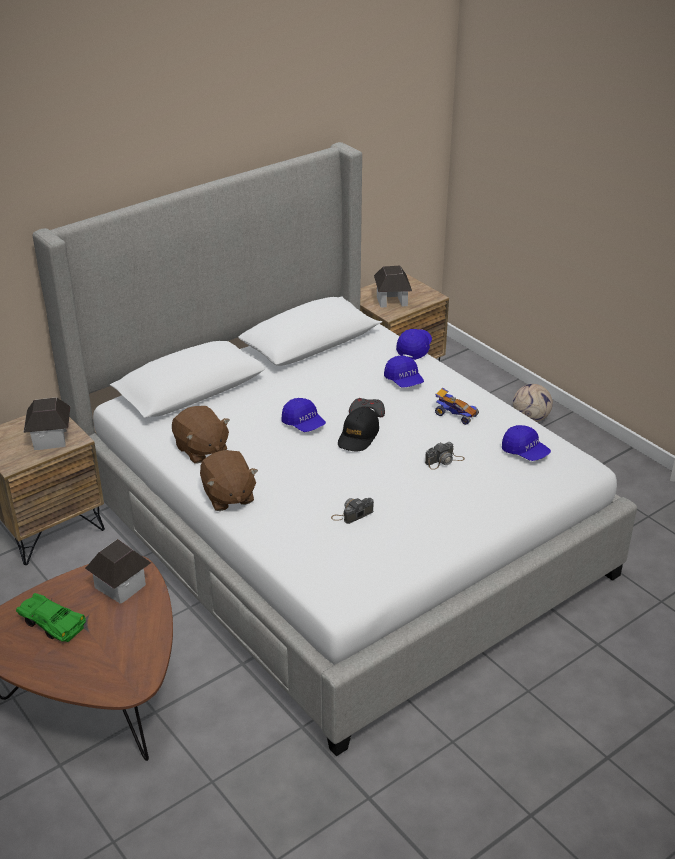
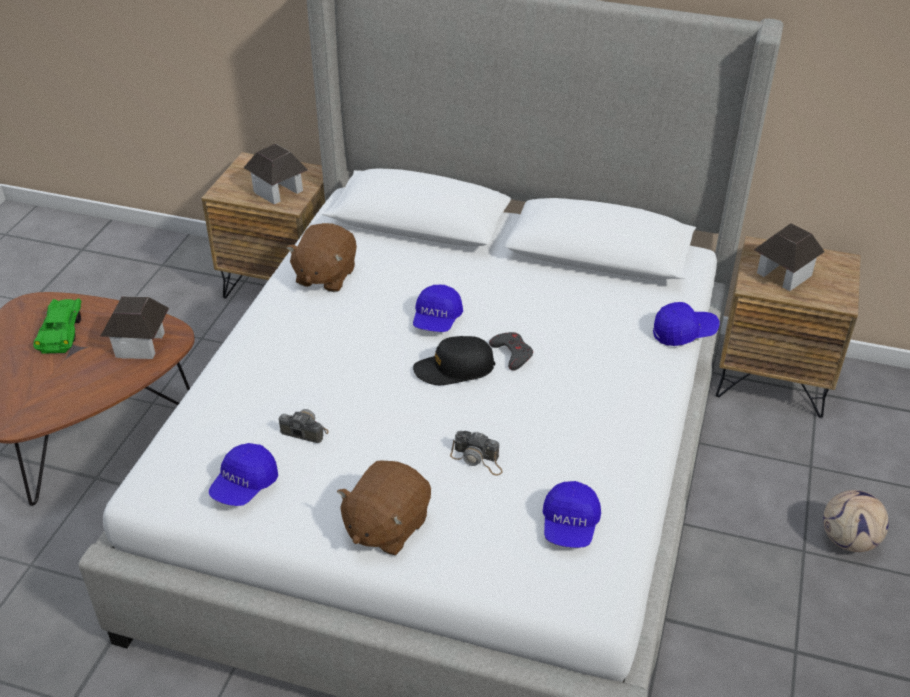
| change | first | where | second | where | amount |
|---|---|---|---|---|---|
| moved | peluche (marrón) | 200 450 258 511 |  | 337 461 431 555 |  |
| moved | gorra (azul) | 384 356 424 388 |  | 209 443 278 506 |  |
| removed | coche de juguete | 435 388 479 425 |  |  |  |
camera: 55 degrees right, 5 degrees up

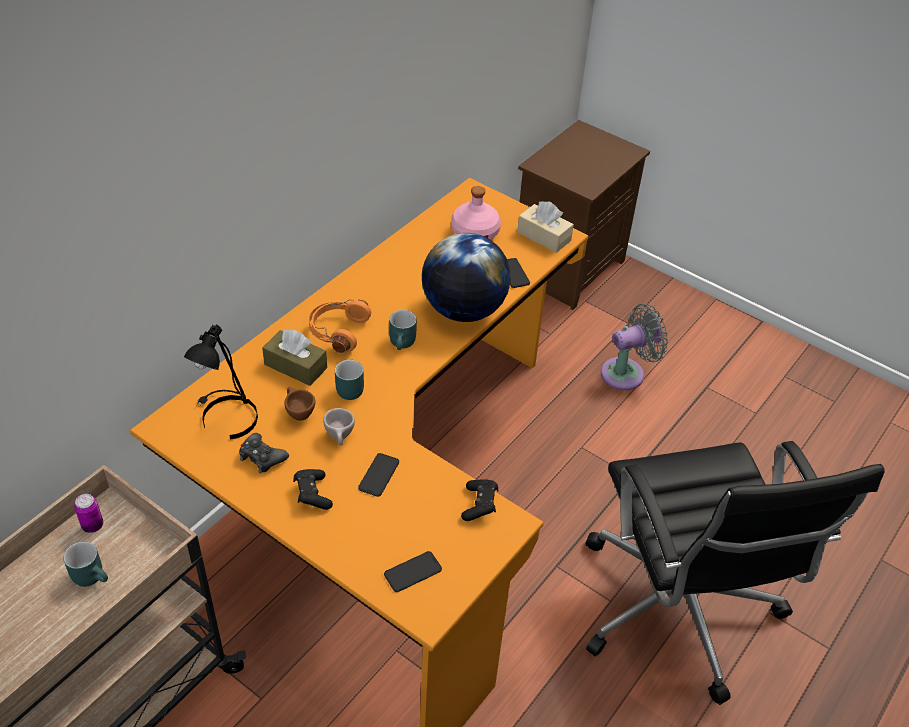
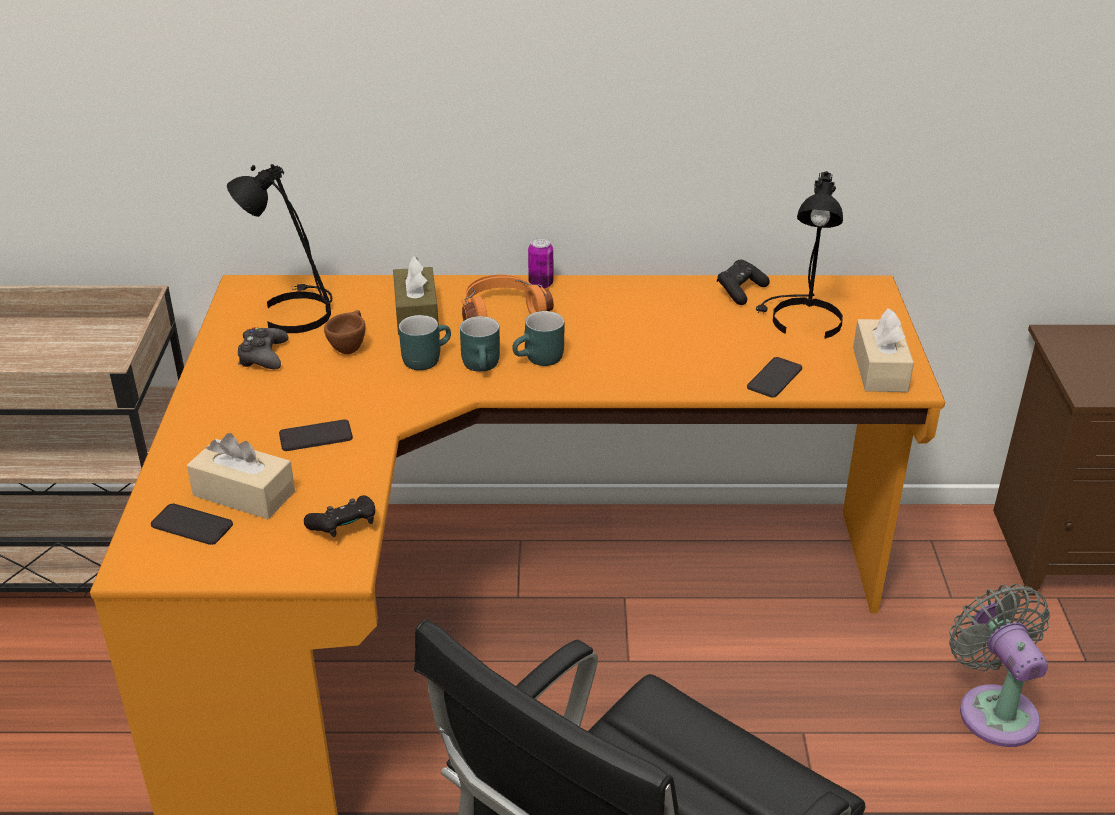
| change | first | where | second | where | amount |
|---|---|---|---|---|---|
| moved | taza grande (turquesa) | 63 541 108 587 |  | 460 316 500 372 |  |
| moved | lata | 74 494 103 533 |  | 528 238 553 288 |  |
| moved | mando de consola (negro) | 293 469 333 510 |  | 717 260 770 305 |  |
| removed | taza (beis) | 323 408 355 445 |  |  |  |
| removed | globo terráqueo | 422 233 511 322 |  |  |  |
| replaced | botella (rosa) | 451 186 501 240 | lámpara de mesa (negro) | 756 171 843 339 |  |
| turned | ventilador (gris) | 601 304 668 390 |  | 949 584 1050 747 | 135 degrees counterclockwise |
| added |  |  | caja de pañuelos (beis) | 187 433 295 519 |  |
camera: 55 degrees right, 10 degrees down

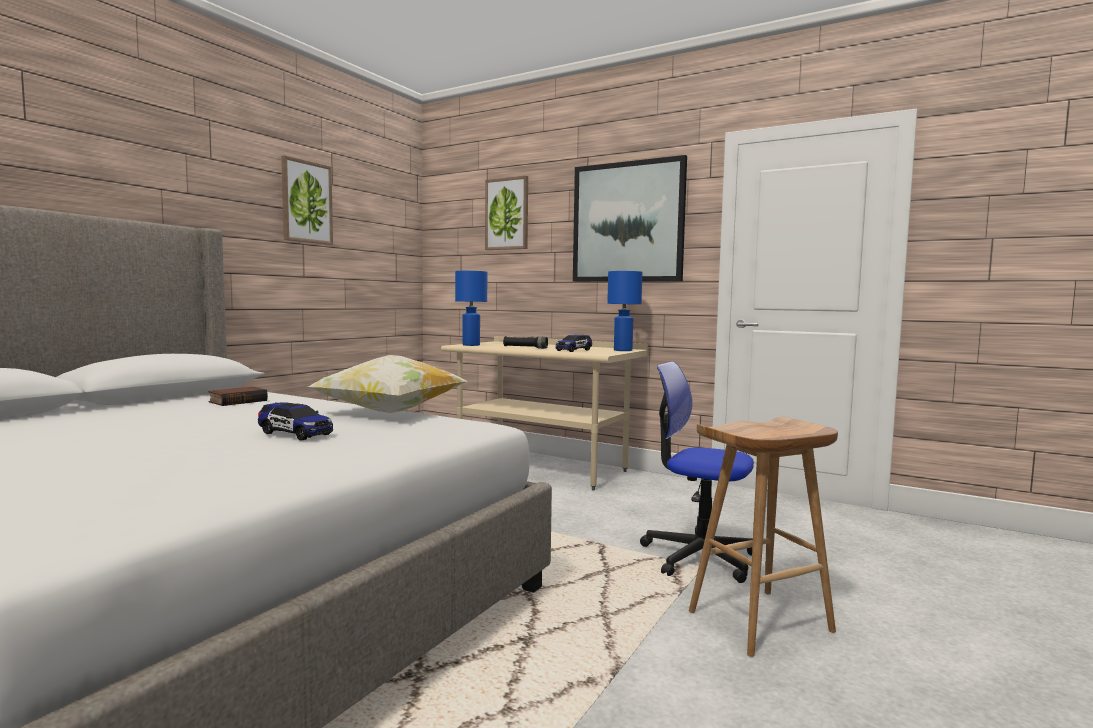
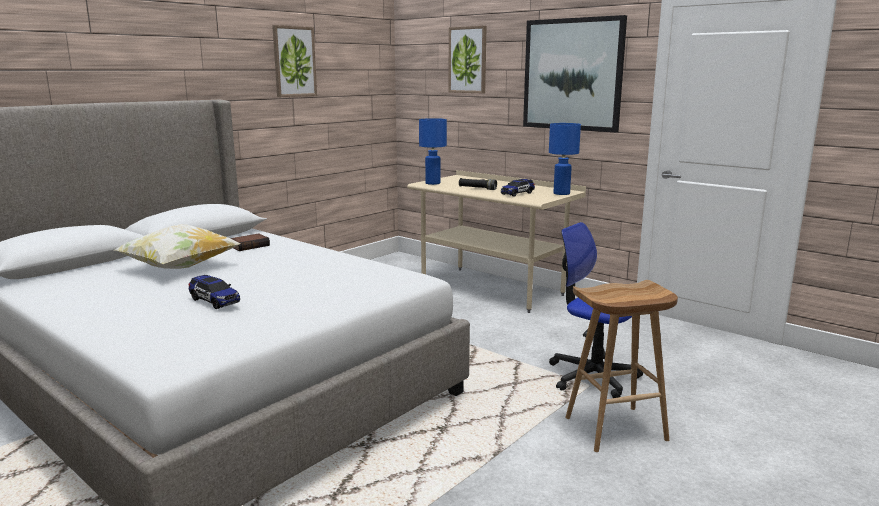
| change | first | where | second | where | amount |
|---|---|---|---|---|---|
| moved | coche de juguete | 258 402 333 440 |  | 189 275 240 309 |  |
| moved | cojín | 308 355 467 413 |  | 115 224 241 269 |  |
camera: 10 degrees right, 10 degrees up

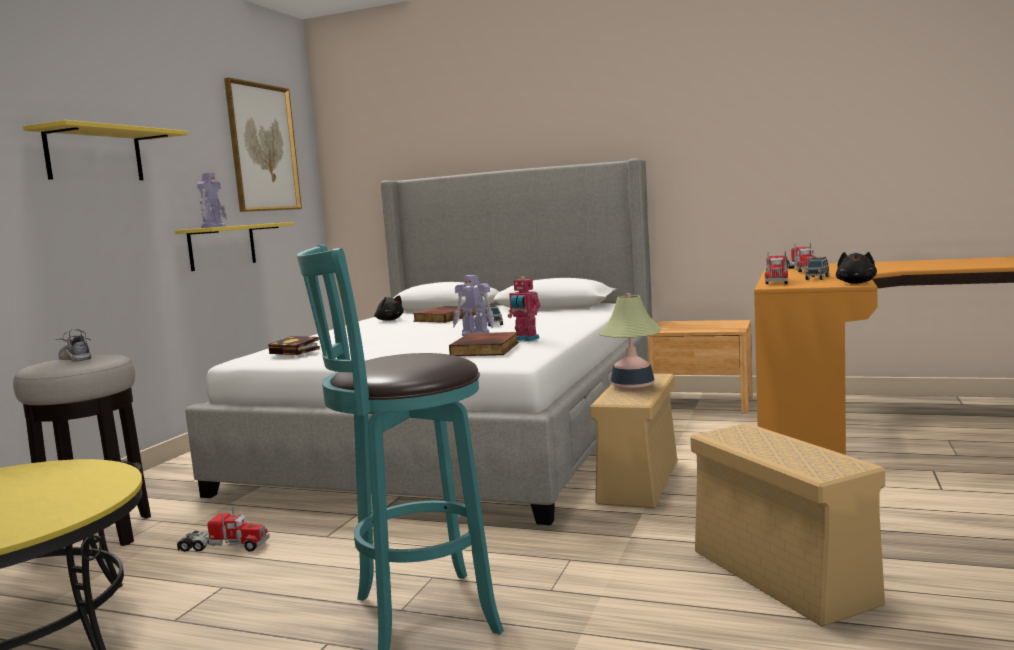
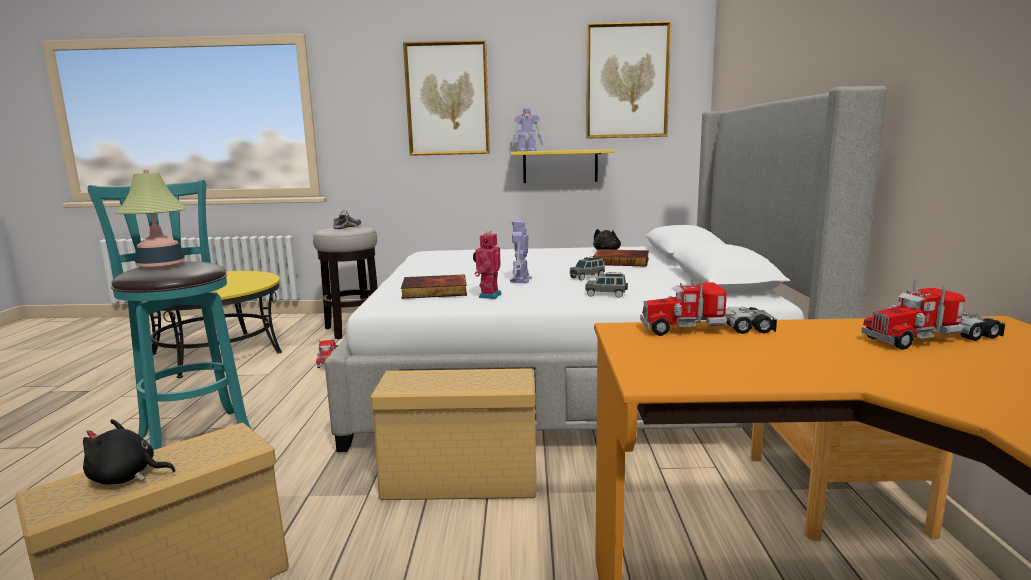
| change | first | where | second | where | amount |
|---|---|---|---|---|---|
| replaced | estante (amarillo) | 23 120 188 180 | cuadro | 403 40 490 156 |  |
| removed | libro | 268 336 320 355 |  |  |  |
| moved | lámpara de mesa | 598 293 662 390 |  | 116 170 186 270 |  |
| moved | coche de juguete (gris) | 805 257 829 280 |  | 585 272 628 298 |  |
| moved | peluche (negro) | 836 252 877 284 |  | 83 419 176 485 |  |
camera: 70 degrees right, 5 degrees up

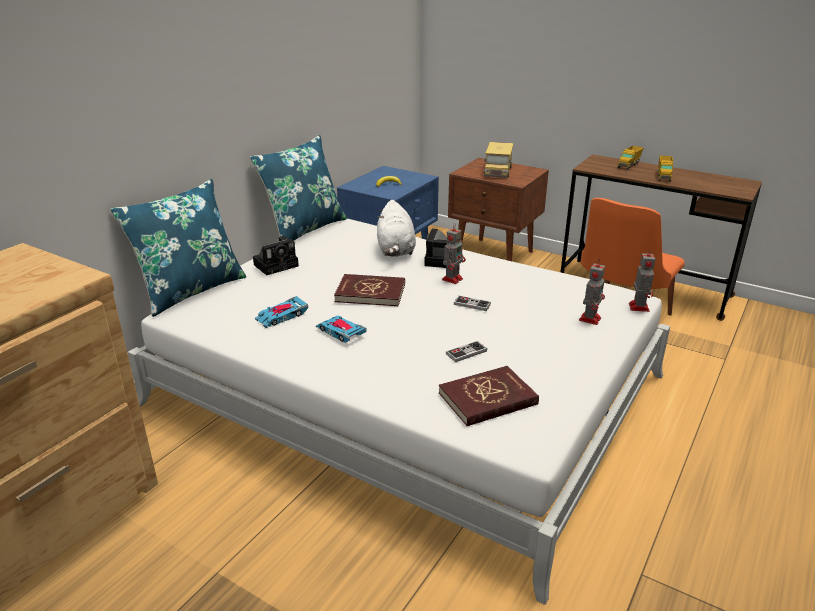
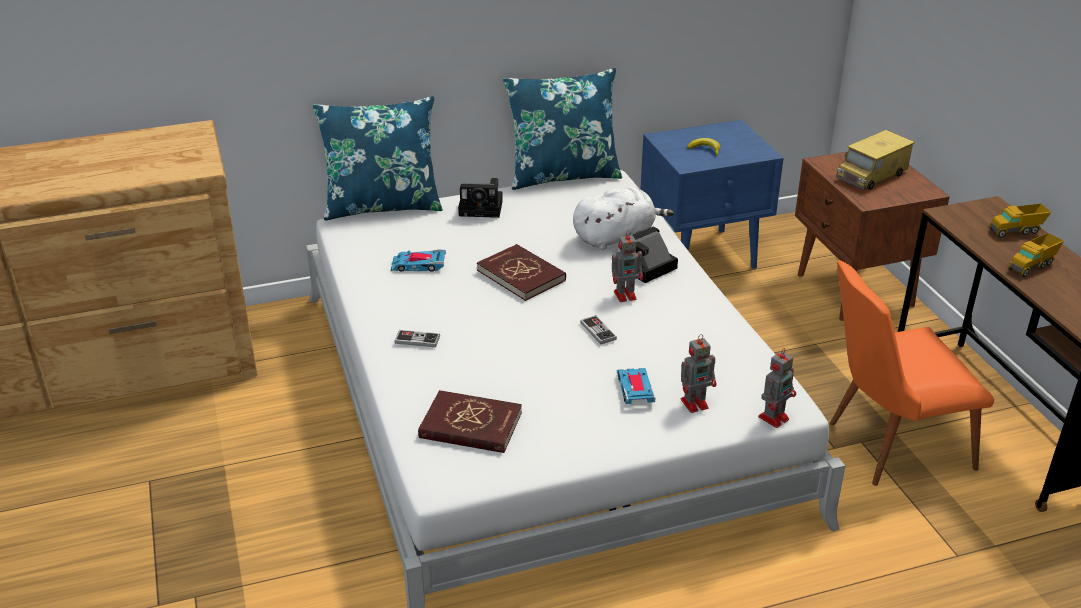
| change | first | where | second | where | amount |
|---|---|---|---|---|---|
| moved | coche de juguete | 316 316 367 343 |  | 617 368 656 404 |  |
| turned | peluche (blanco) | 377 200 416 257 |  | 573 187 674 250 | 150 degrees counterclockwise |
| moved | mando de consola | 446 341 487 362 |  | 394 330 440 347 |  |
camera: 40 degrees right, 5 degrees up

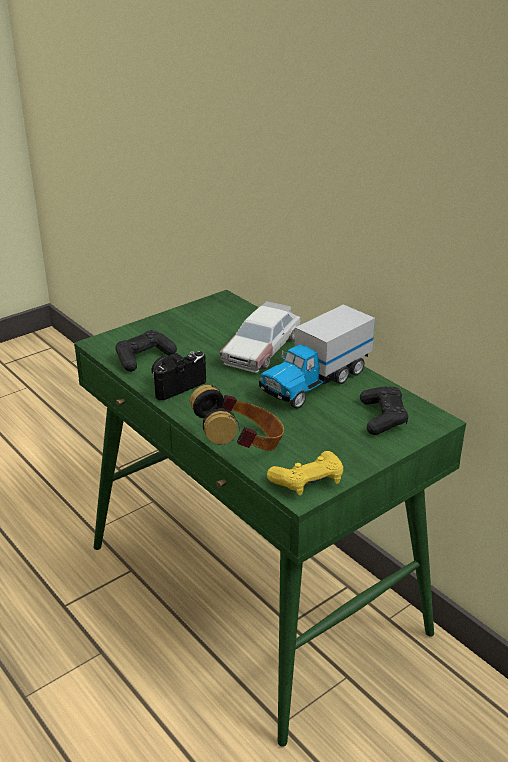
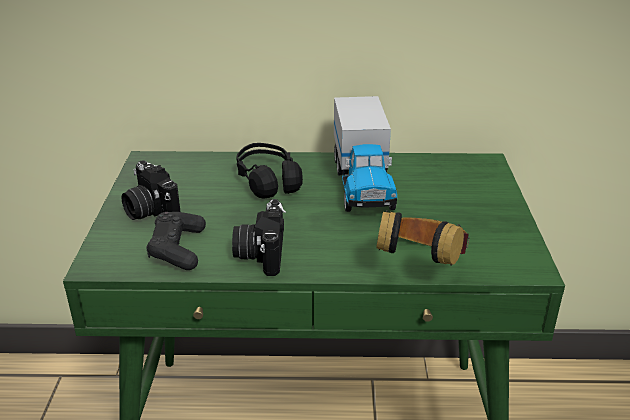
| change | first | where | second | where | amount |
|---|---|---|---|---|---|
| replaced | coche de juguete | 219 301 300 373 | auriculares (negro) | 236 143 303 198 |  |
| removed | mando de consola (amarillo) | 267 451 343 495 |  |  |  |
| removed | mando de consola (negro) | 360 387 409 435 |  |  |  |
| added |  |  | cámara | 121 160 181 220 |  |
camera: 50 degrees left, 0 degrees up

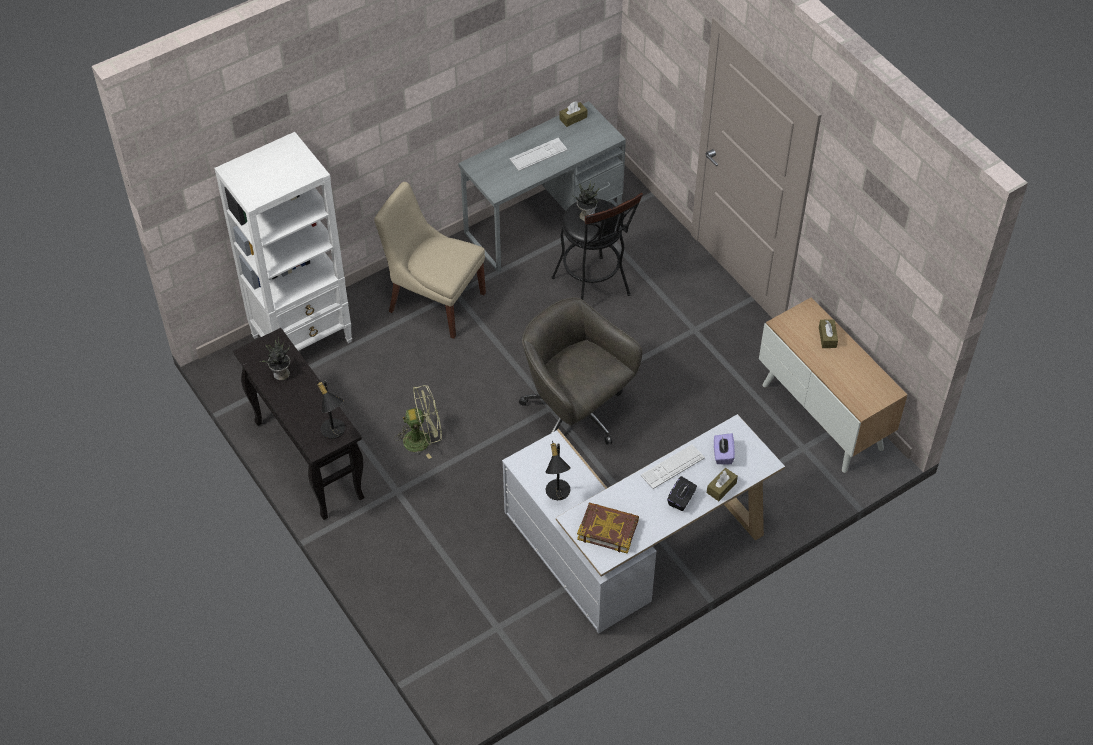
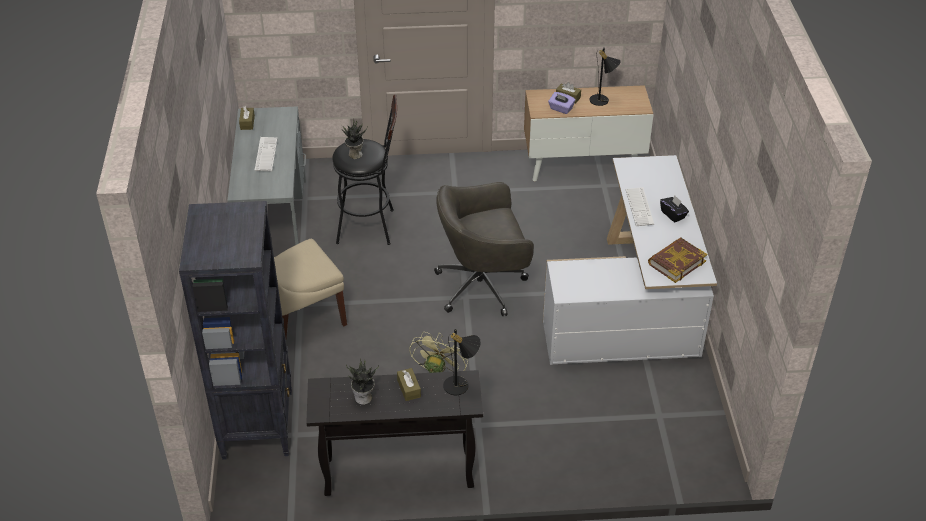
| change | first | where | second | where | amount |
|---|---|---|---|---|---|
| recoloured | estantería (blanco) | 214 132 352 351 | estantería (negro) | 179 201 292 460 |  |
| moved | lámpara de mesa (negro) | 546 443 571 500 |  | 590 47 621 106 |  |
| moved | caja de pañuelos (marrón) | 707 468 738 501 |  | 397 368 421 401 |  |
| moved | caja de pañuelos (morado) | 714 433 735 464 |  | 548 92 575 114 |  |
camera: 60 degrees left, 10 degrees down

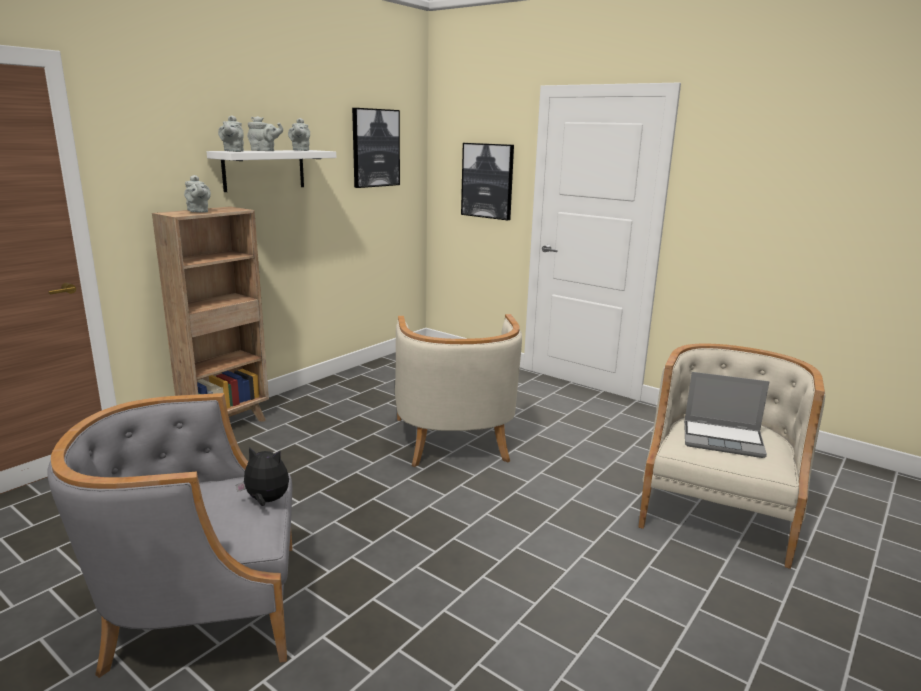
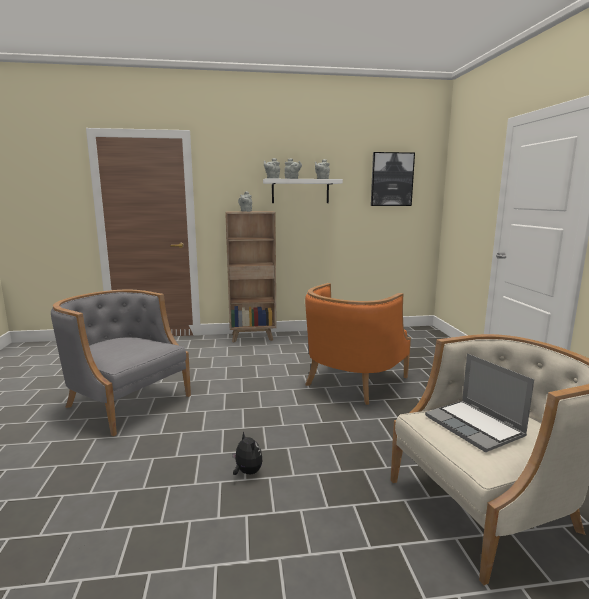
| change | first | where | second | where | amount |
|---|---|---|---|---|---|
| moved | peluche | 236 447 289 506 |  | 232 431 262 475 |  |
| recoloured | sillón (beis) | 395 314 522 467 | sillón (naranja) | 305 283 411 405 |  |
| removed | cuadro | 461 143 514 220 |  |  |  |
camera: 45 degrees right, 5 degrees down

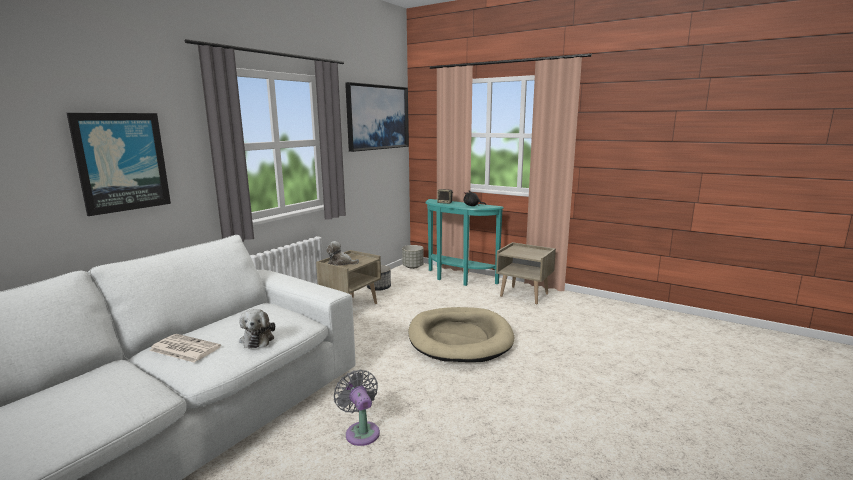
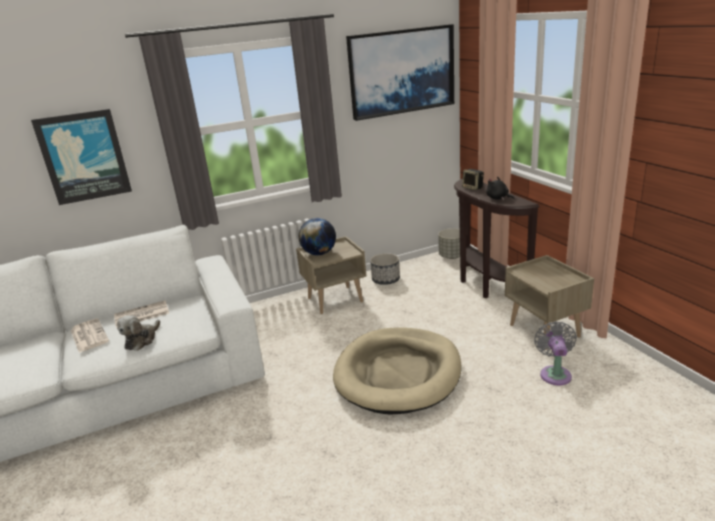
| change | first | where | second | where | amount |
|---|---|---|---|---|---|
| replaced | peluche | 326 241 359 266 | globo terráqueo | 299 218 336 255 |  |
| moved | ventilador (gris) | 334 370 380 446 |  | 534 321 577 385 |  |
| recoloured | mesa consola (turquesa) | 425 199 504 286 | mesa consola (marrón) | 454 179 540 298 |  |
| added |  |  | periódico | 114 300 169 328 |  |
camera: 35 degrees right, 10 degrees up

